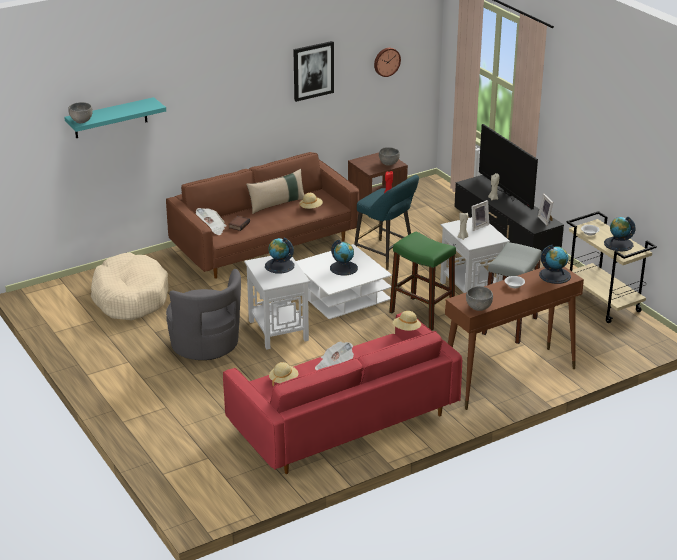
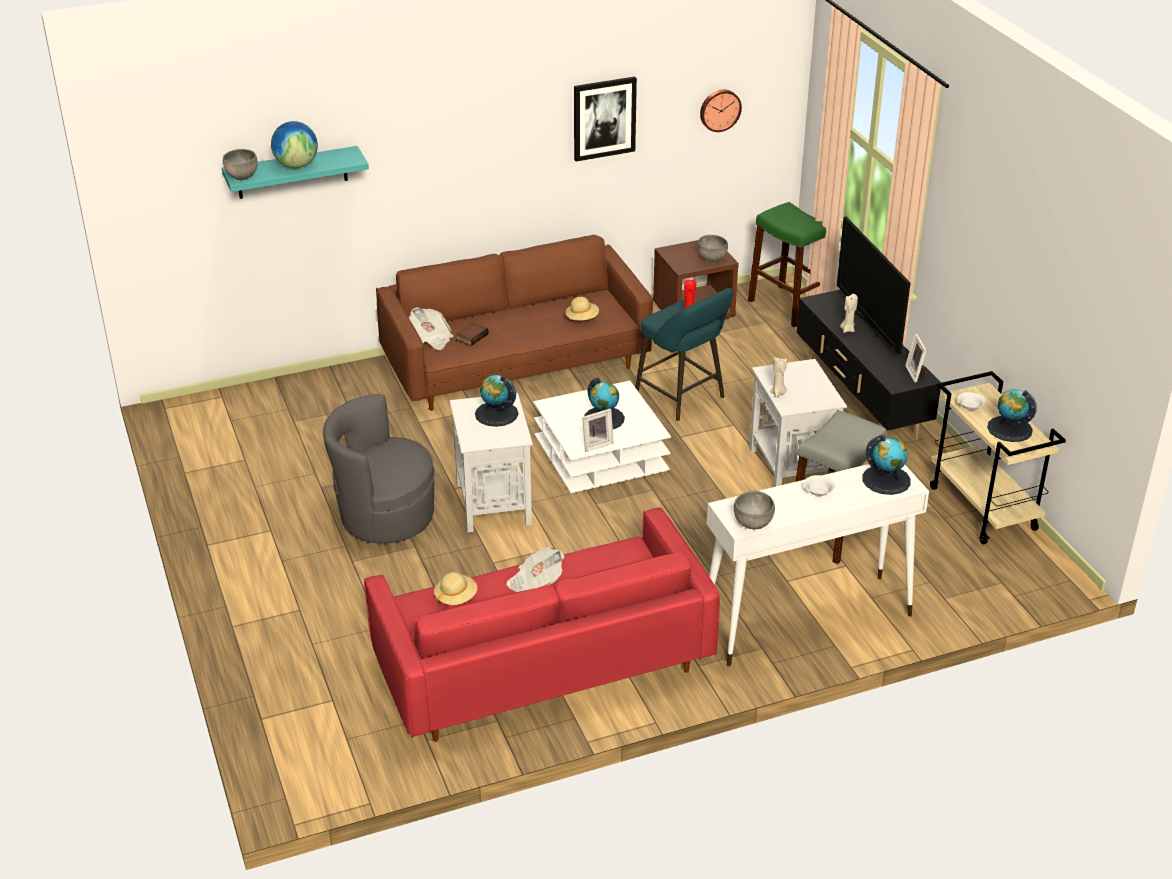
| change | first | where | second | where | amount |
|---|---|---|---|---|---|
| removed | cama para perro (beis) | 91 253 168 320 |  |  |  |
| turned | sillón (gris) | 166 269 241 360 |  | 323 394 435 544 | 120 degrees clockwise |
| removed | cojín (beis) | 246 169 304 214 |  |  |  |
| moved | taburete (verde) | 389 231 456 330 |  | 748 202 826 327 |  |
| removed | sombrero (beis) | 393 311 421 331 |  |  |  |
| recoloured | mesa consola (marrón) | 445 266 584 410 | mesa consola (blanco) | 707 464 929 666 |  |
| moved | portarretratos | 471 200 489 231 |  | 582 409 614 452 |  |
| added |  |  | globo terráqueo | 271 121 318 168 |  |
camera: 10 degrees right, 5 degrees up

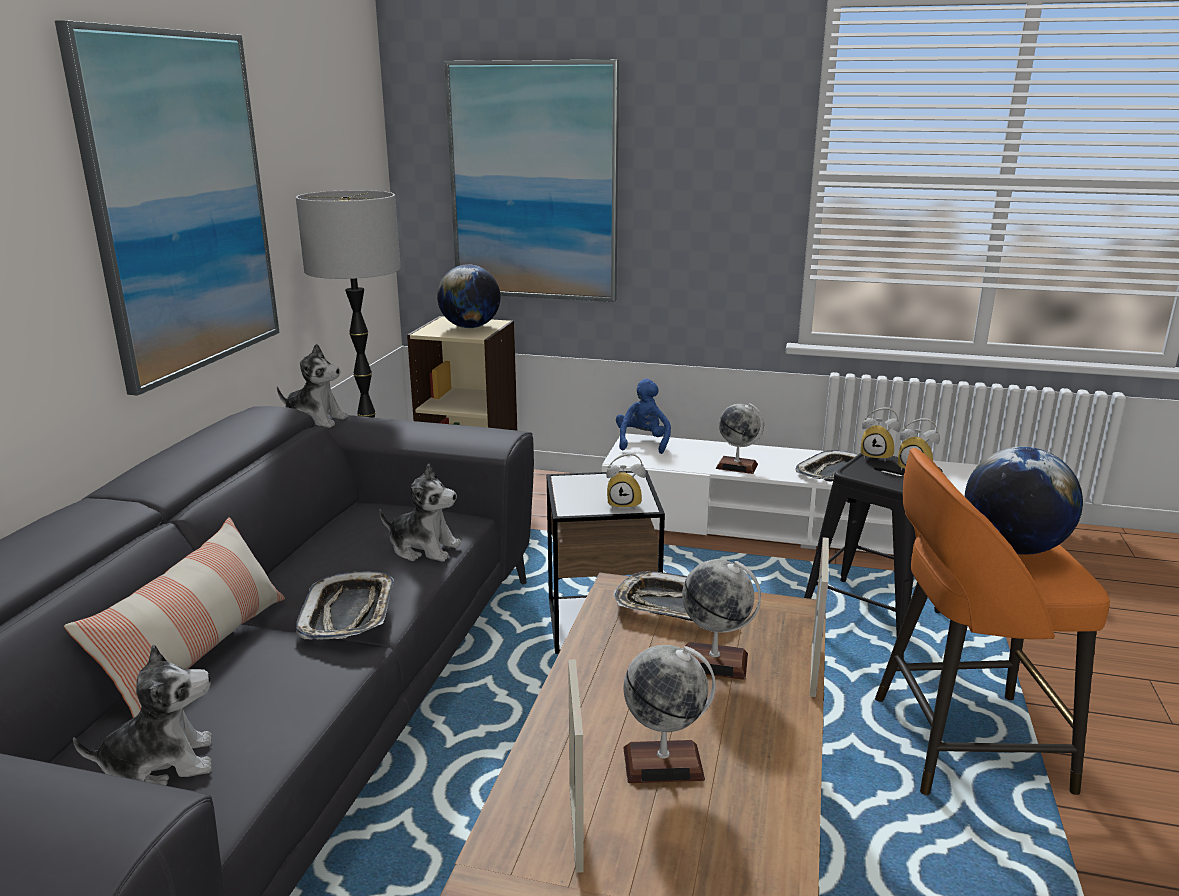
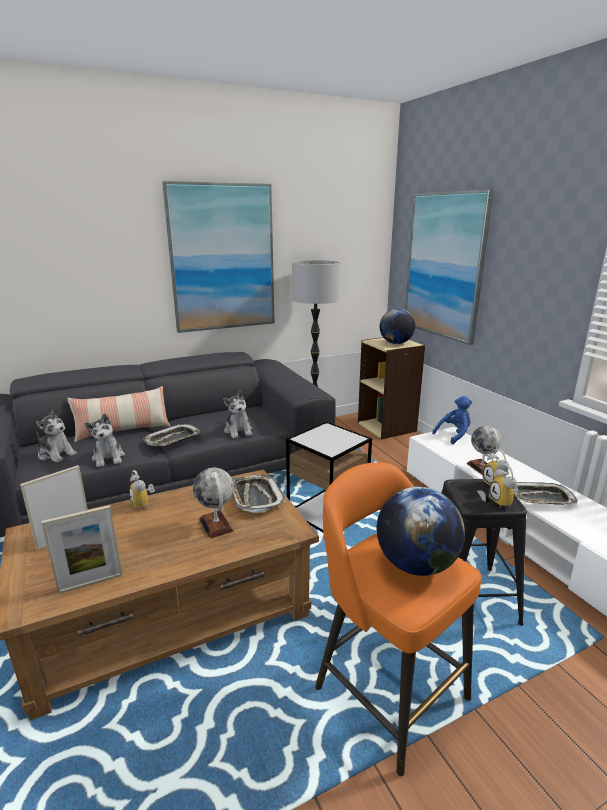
| change | first | where | second | where | amount |
|---|---|---|---|---|---|
| moved | peluche | 277 343 348 428 |  | 84 413 125 467 |  |
| moved | despertador | 606 453 646 510 |  | 129 470 155 510 |  |
| removed | globo terráqueo | 623 645 716 783 |  |  |  |
| moved | portarretratos | 810 537 829 697 |  | 42 505 122 594 |  |
camera: 50 degrees right, 0 degrees up

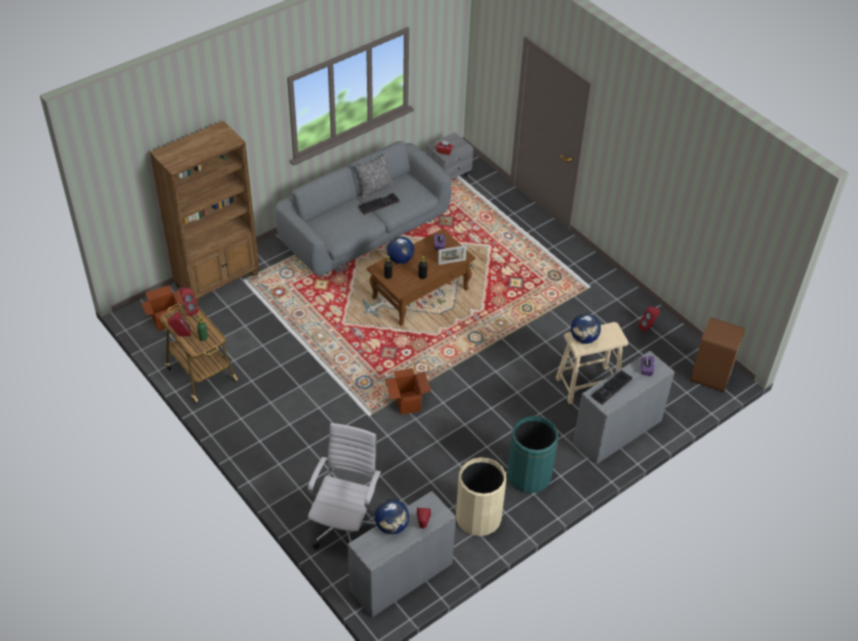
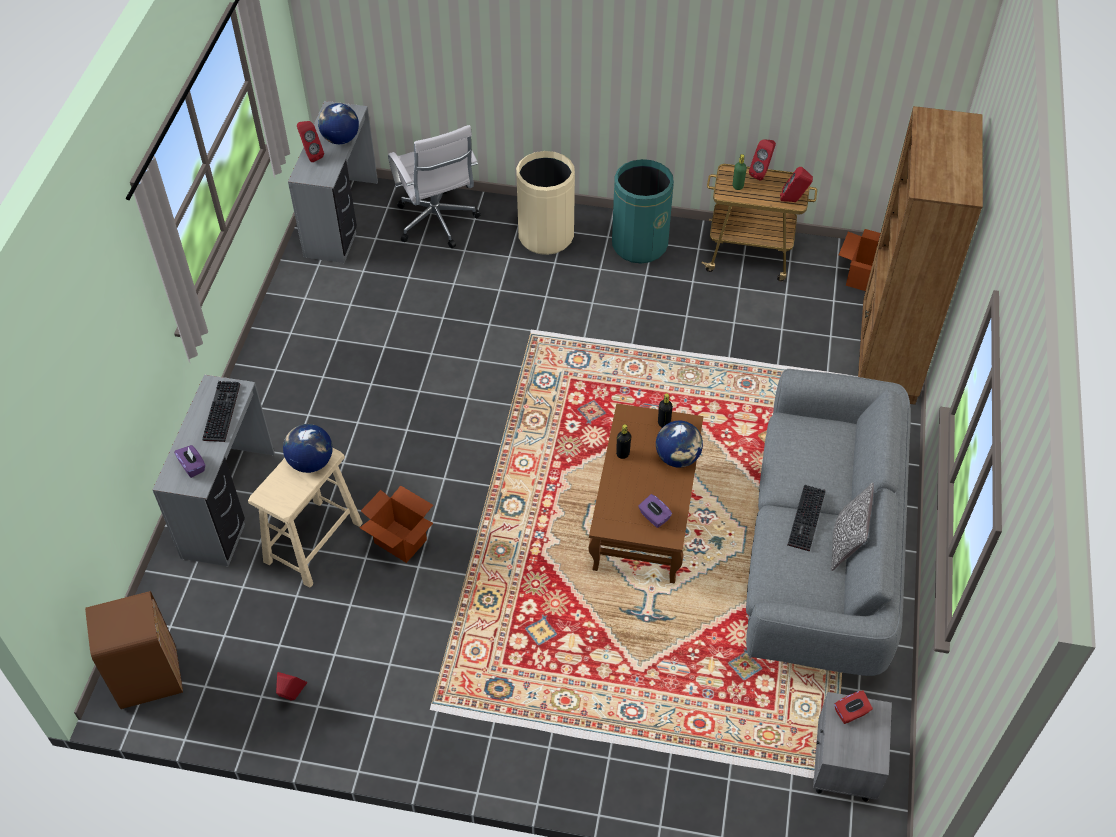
| change | first | where | second | where | amount |
|---|---|---|---|---|---|
| moved | caja de cartón | 385 368 431 415 |  | 360 486 433 563 |  |
| removed | portarretratos | 438 245 467 265 |  |  |  |
| moved | papelera (beis) | 456 457 506 536 |  | 516 151 575 255 |  |
| moved | papelera (verde) | 507 416 558 493 |  | 612 159 674 264 |  |
camera: 140 degrees right, 5 degrees up

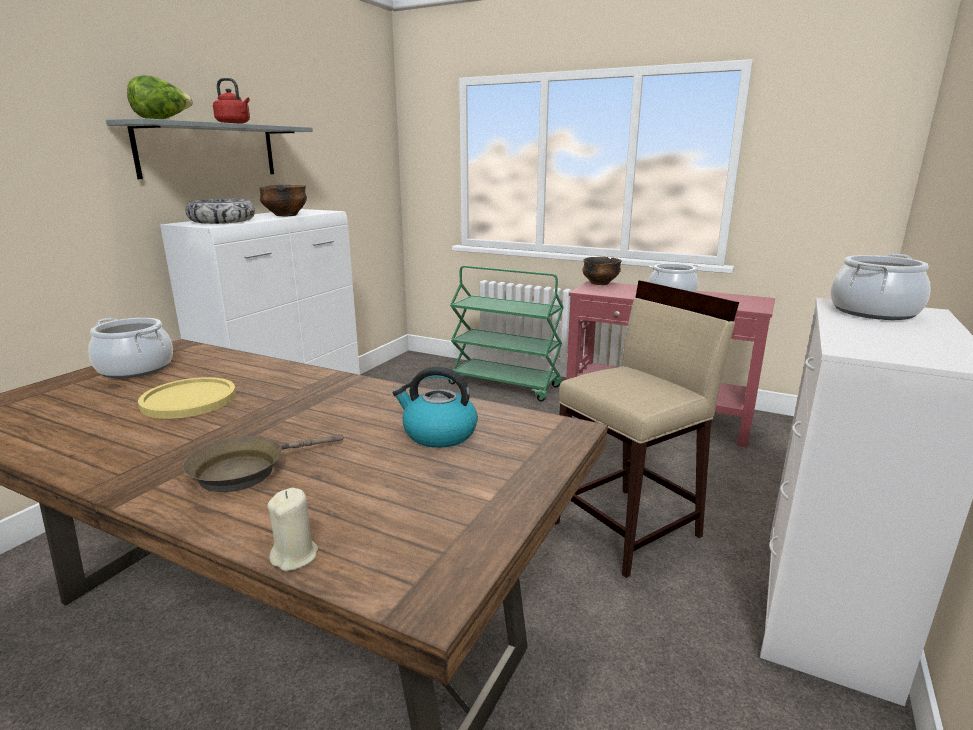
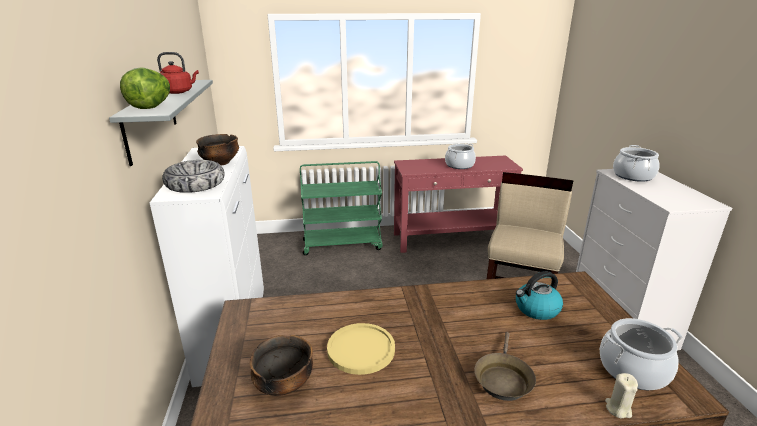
| change | first | where | second | where | amount |
|---|---|---|---|---|---|
| moved | olla | 88 318 173 378 |  | 600 318 683 390 |  |
| moved | cuenco | 582 257 622 285 |  | 250 335 313 396 |  |
camera: 35 degrees left, 5 degrees up

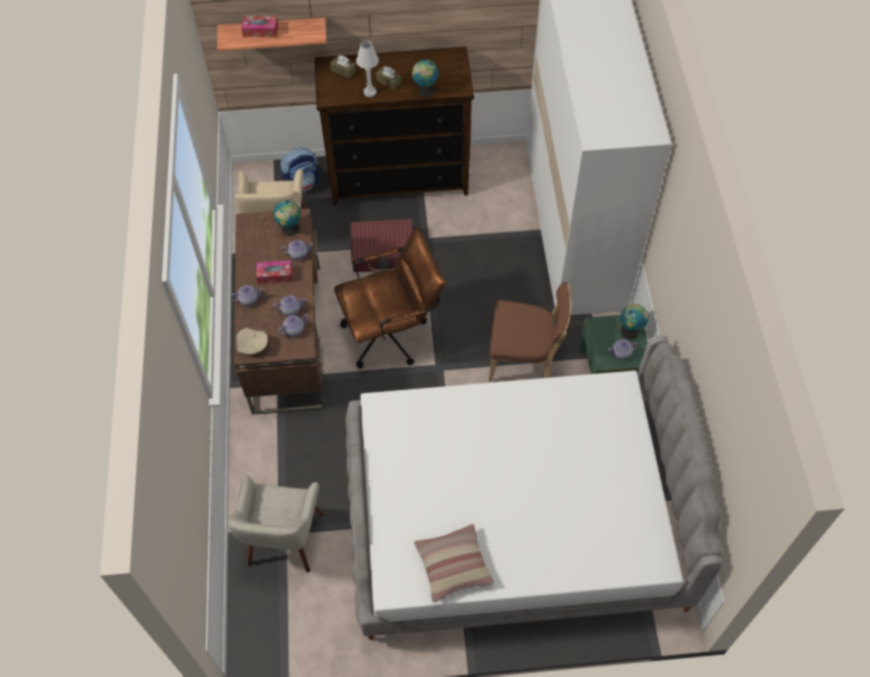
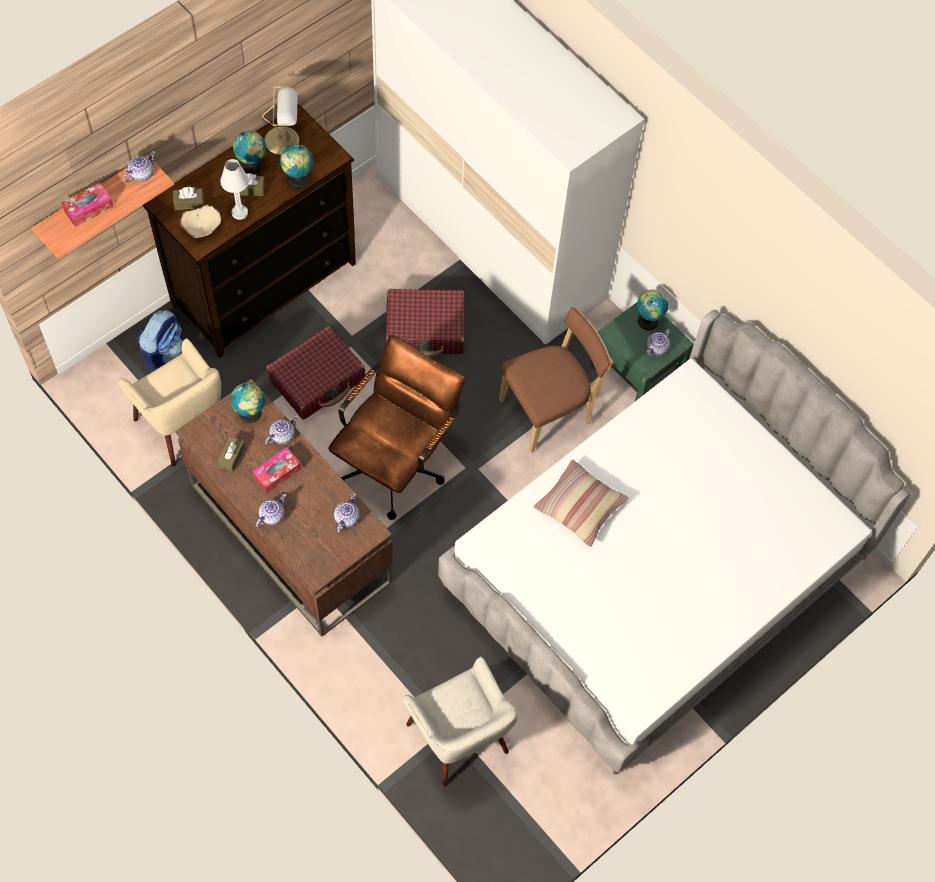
| change | first | where | second | where | amount |
|---|---|---|---|---|---|
| moved | cuenco (beis) | 235 327 268 355 |  | 180 205 221 238 |  |
| moved | tetera | 273 296 306 316 |  | 124 151 156 182 |  |
| moved | cojín | 414 524 494 603 |  | 533 459 629 547 |  |
| added |  |  | caja de pañuelos (marrón) | 217 436 245 472 |  |
| added |  |  | globo terráqueo | 233 130 266 174 |  |
| added |  |  | lámpara de mesa | 262 86 299 155 |  |
| added |  |  | maleta (rojo) | 386 289 465 357 |  |
camera: 40 degrees left, 5 degrees up

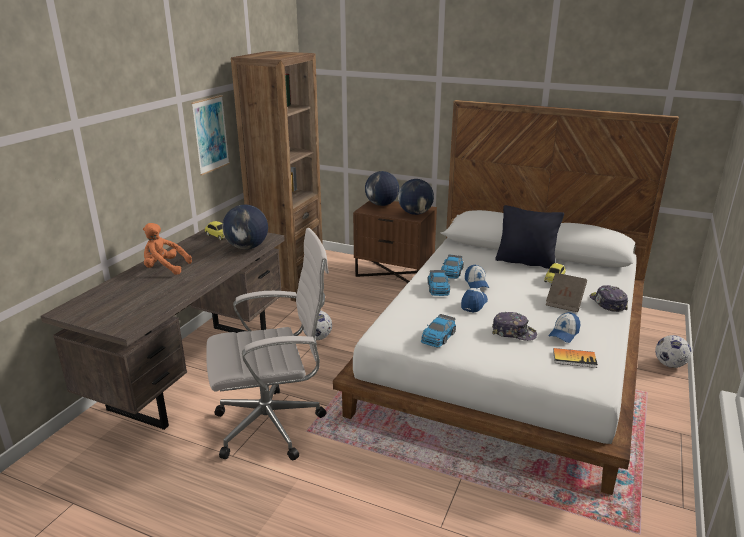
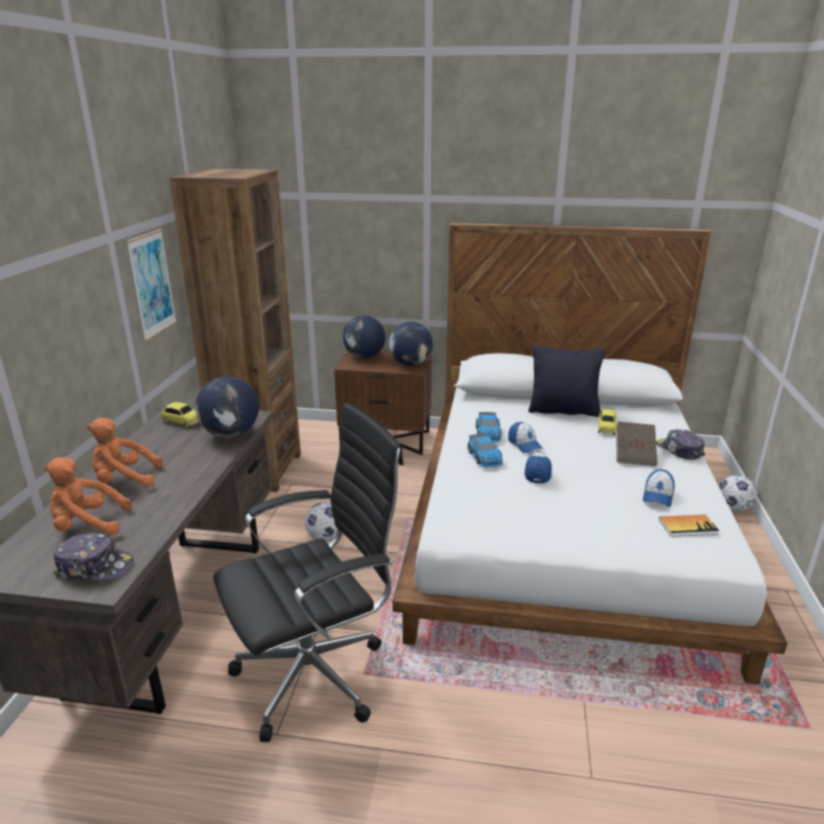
| change | first | where | second | where | amount |
|---|---|---|---|---|---|
| recoloured | silla de oficina (blanco) | 206 228 329 460 | silla de oficina (negro) | 214 403 404 742 |  |
| removed | coche de juguete | 421 314 456 347 |  |  |  |
| moved | gorra | 492 312 537 341 |  | 53 533 134 581 |  |
| added |  |  | peluche (naranja) | 44 457 132 536 |  |
camera: 15 degrees left, 0 degrees up

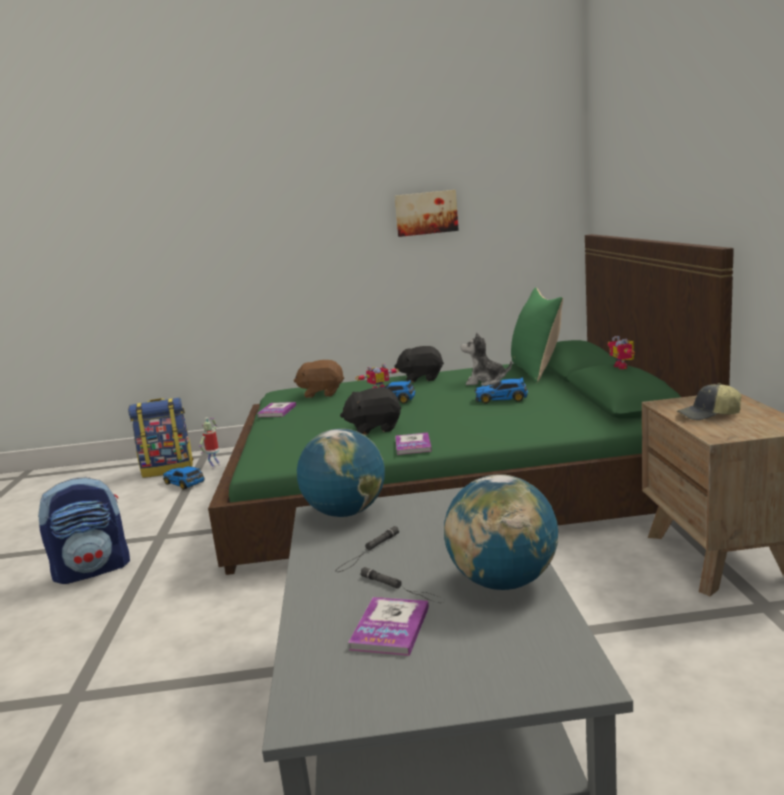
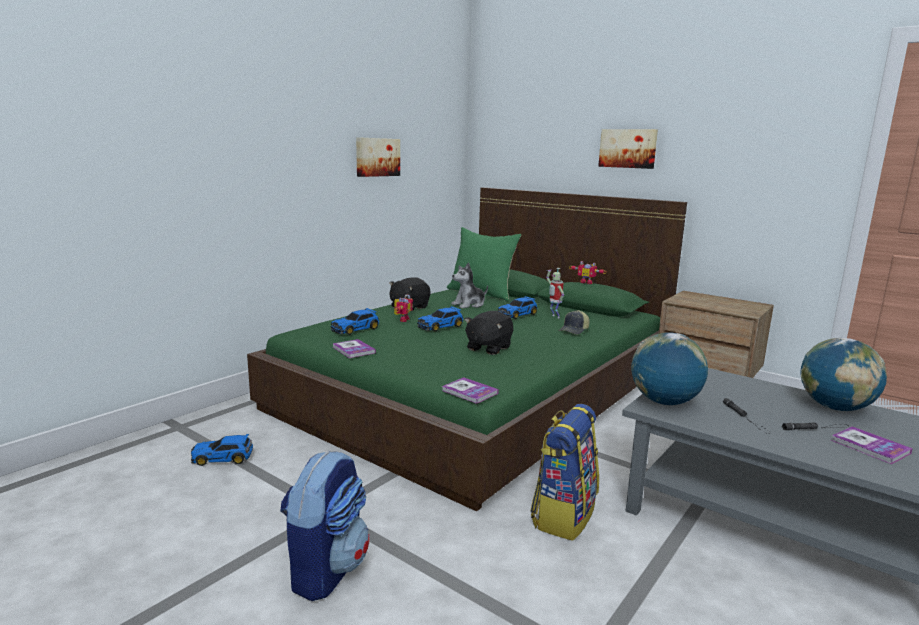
| change | first | where | second | where | amount |
|---|---|---|---|---|---|
| moved | mochila | 128 398 194 478 |  | 530 404 599 541 |  |
| moved | robot de juguete | 199 418 220 469 |  | 546 268 564 318 |  |
| replaced | peluche (marrón) | 294 360 344 398 | coche de juguete | 331 308 380 335 |  |
| moved | libro | 395 432 432 455 |  | 442 377 499 404 |  |
| moved | gorra | 677 383 742 420 |  | 559 310 589 335 |  |
| added |  |  | cuadro | 598 129 658 169 |  |
camera: 50 degrees left, 0 degrees up

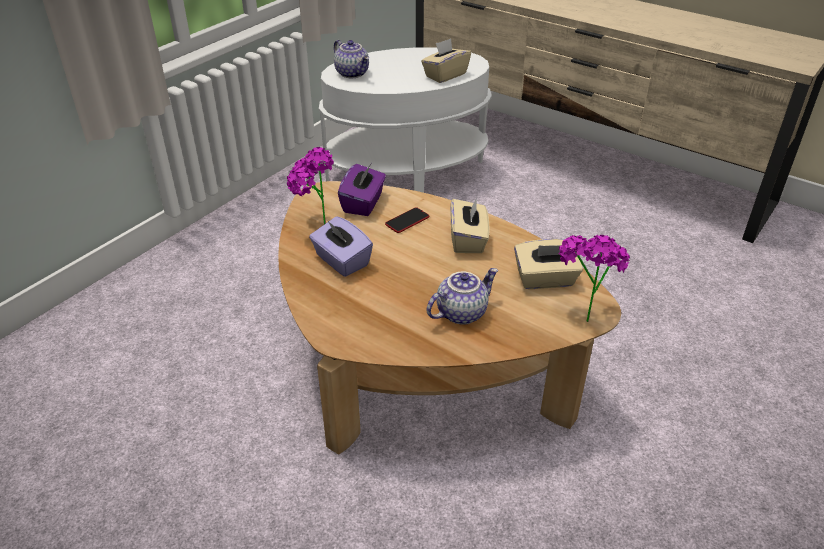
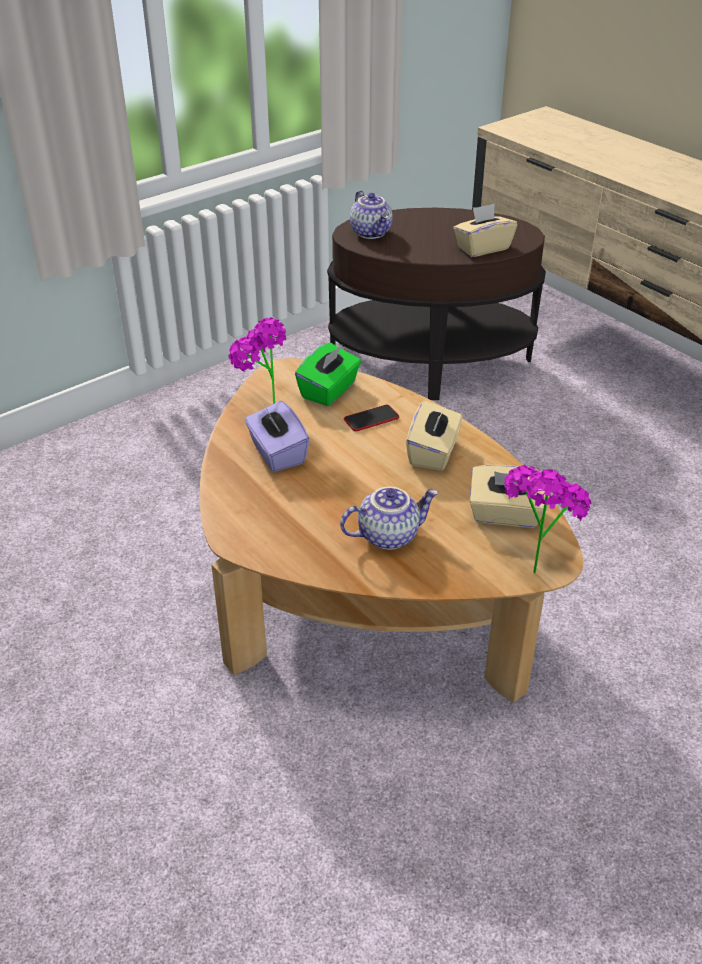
| change | first | where | second | where | amount |
|---|---|---|---|---|---|
| recoloured | mesa auxiliar (blanco) | 319 47 492 193 | mesa auxiliar (marrón) | 327 208 546 400 |  |
| recoloured | caja de pañuelos (morado) | 338 164 386 216 | caja de pañuelos (verde) | 295 343 361 406 |  |
camera: 15 degrees right, 0 degrees up

